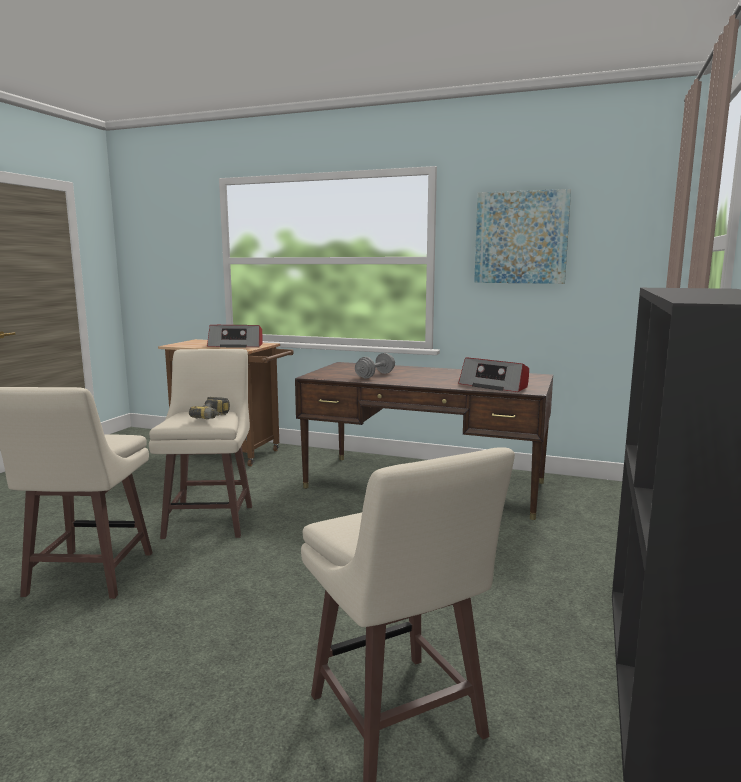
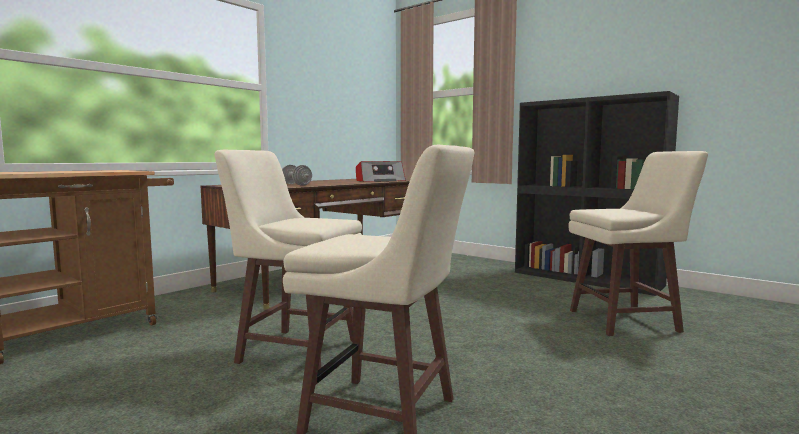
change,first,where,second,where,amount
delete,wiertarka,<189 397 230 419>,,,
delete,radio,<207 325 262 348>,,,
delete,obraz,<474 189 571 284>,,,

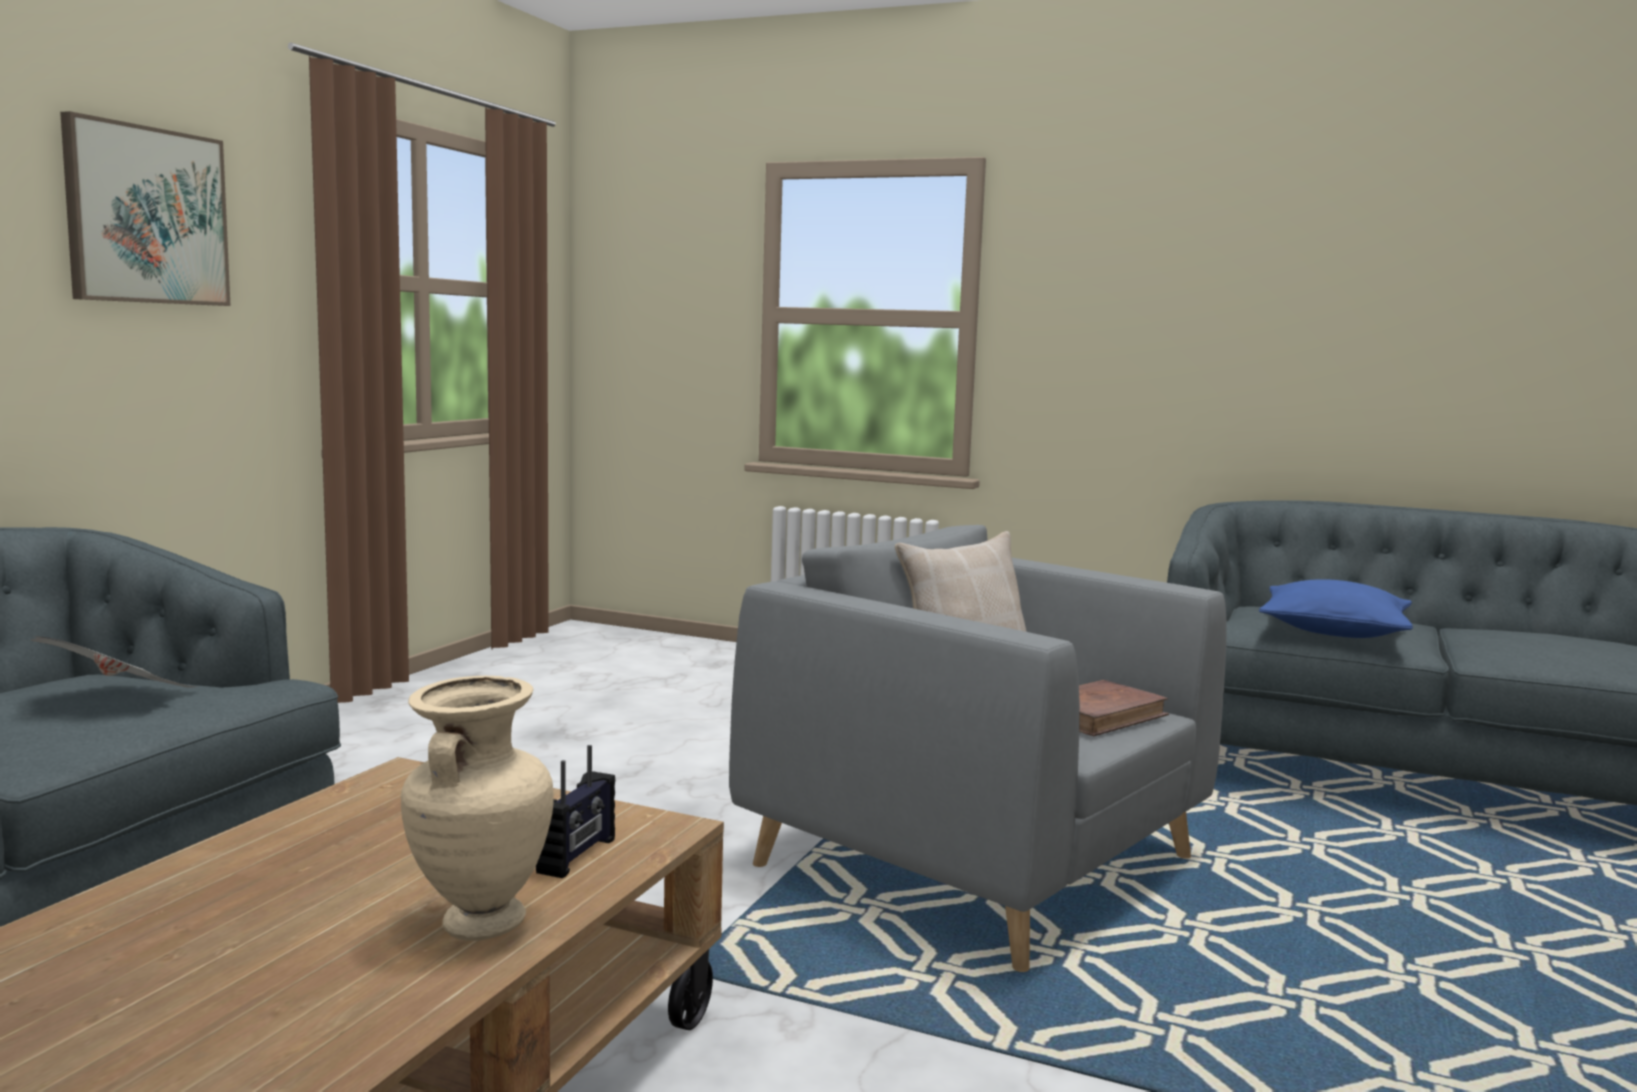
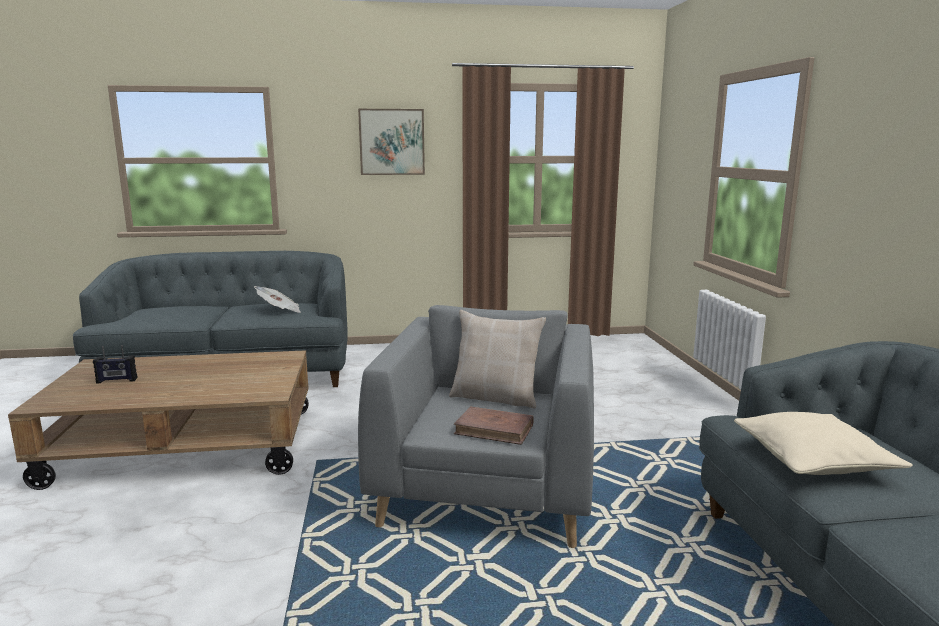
change,first,where,second,where,amount
delete,wazon [beżowy],<401 676 554 941>,,,
move,radio,<536 745 615 878>,,<93 345 137 384>,
recolor,poduszka [niebieski],<1259 579 1413 638>,poduszka [beżowy],<734 412 913 475>,

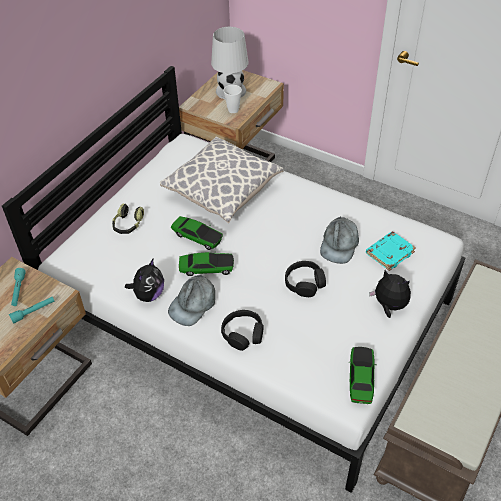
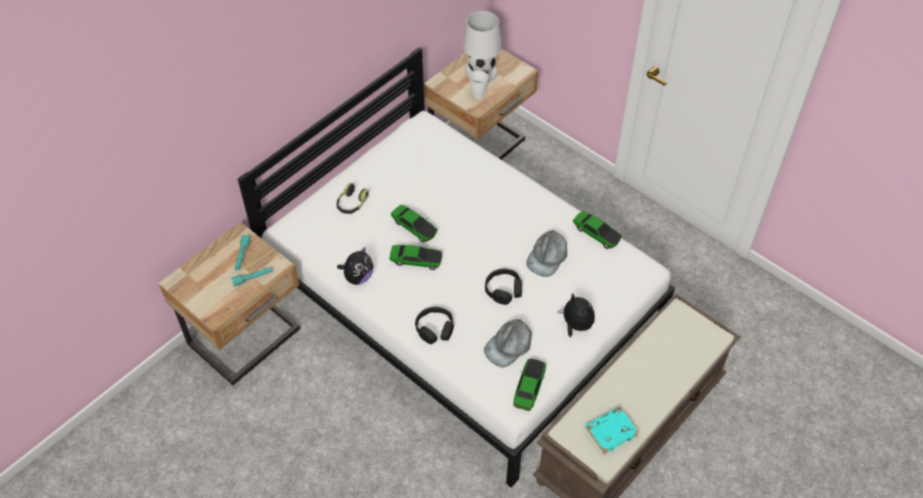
change,first,where,second,where,amount
delete,poduszka,<160 137 284 223>,,,
move,czapka z daszkiem [szary],<168 275 215 326>,,<484 319 532 368>,
move,książka [turkusowy],<366 231 416 271>,,<585 407 639 454>,
insert,,,samochodzik,<573 211 622 249>,

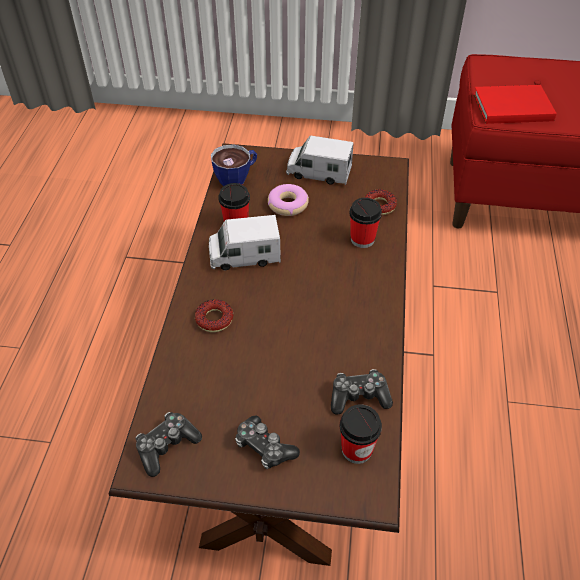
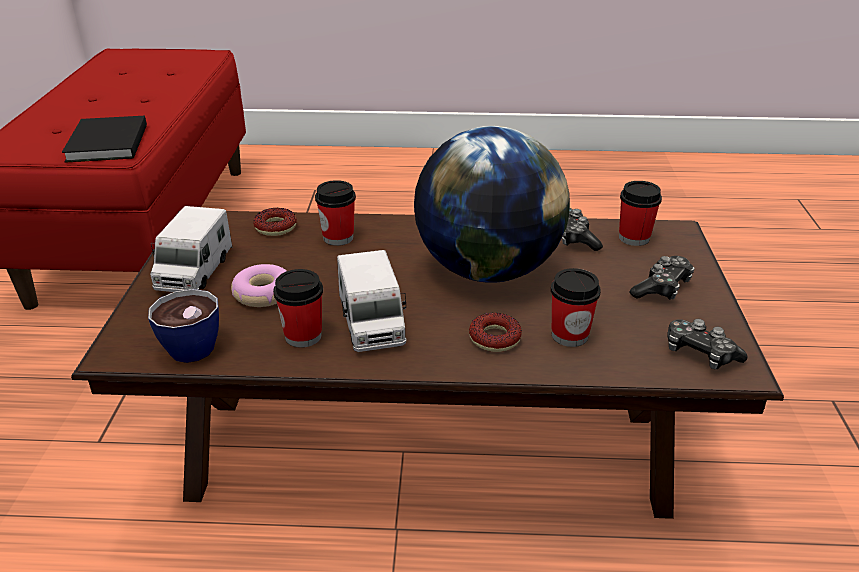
change,first,where,second,where,amount
recolor,książka [czerwony],<473 85 557 124>,książka [czarny],<62 116 147 163>,
insert,,,globus,<414 126 570 283>,
insert,,,filiżanka,<551 268 601 347>,

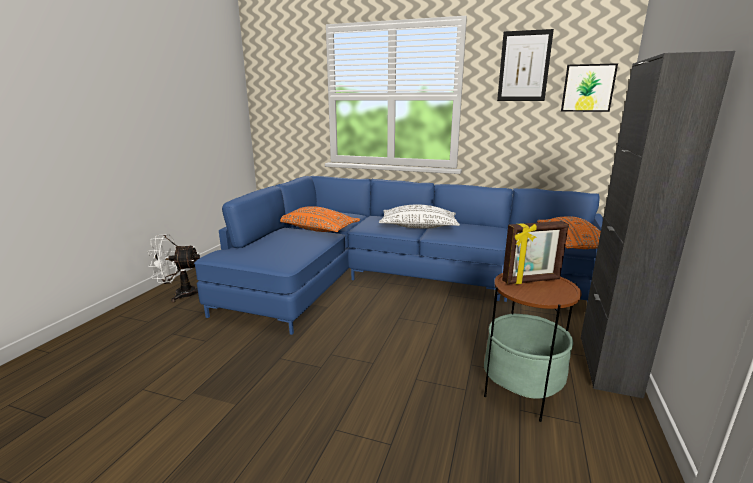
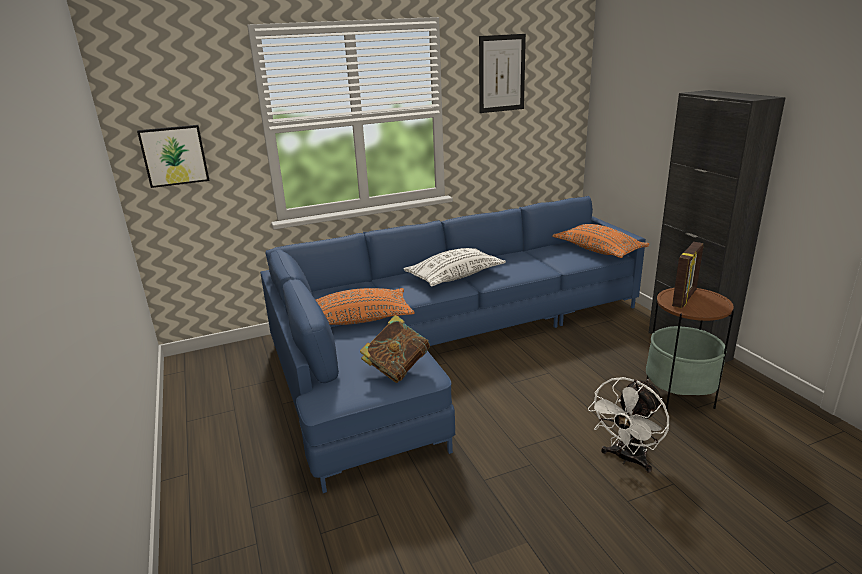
change,first,where,second,where,amount
move,wentylator [biały],<147 234 200 303>,,<588 377 669 473>,
move,obraz,<561 63 618 112>,,<137 125 210 188>,
insert,,,książka,<360 315 430 383>,

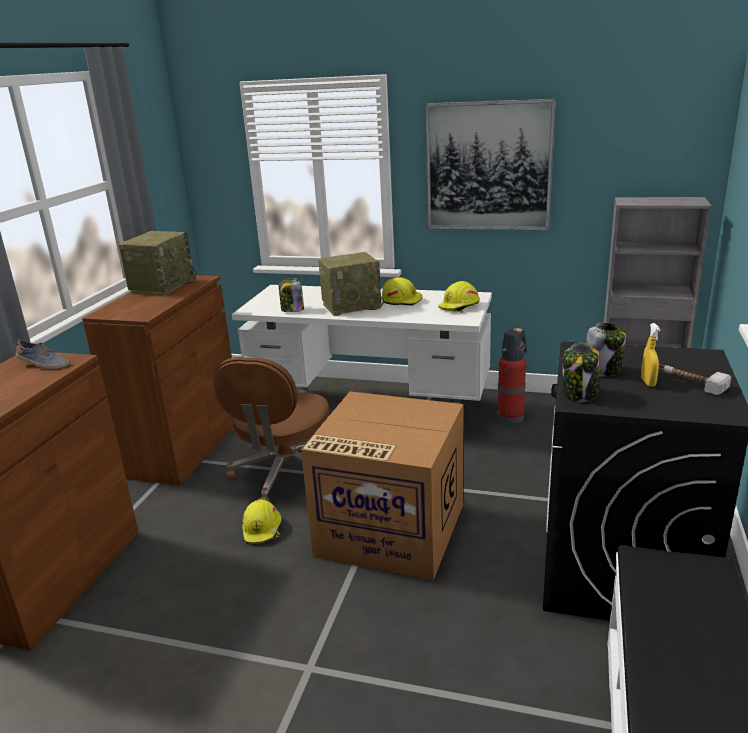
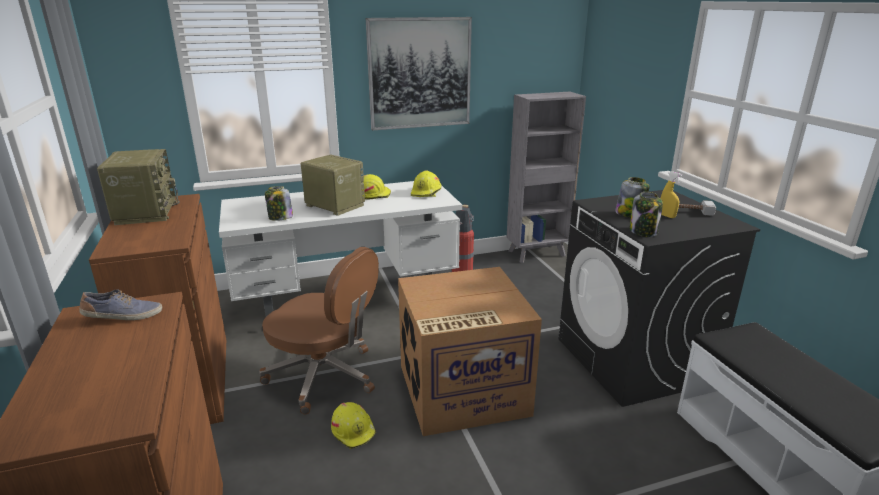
change,first,where,second,where,amount
rotate,krzesło biurowe [brązowy],<213 357 329 502>,,<259 247 379 414>,45 degrees counterclockwise
rotate,radio,<318 252 384 316>,,<301 154 365 216>,90 degrees counterclockwise

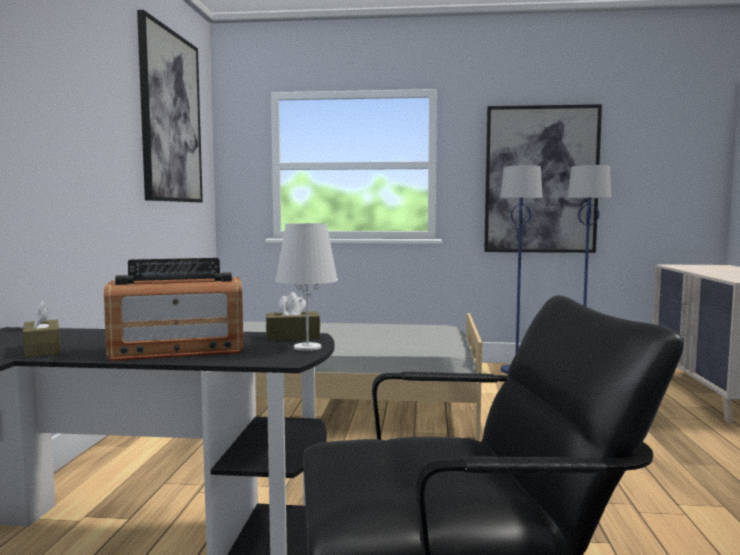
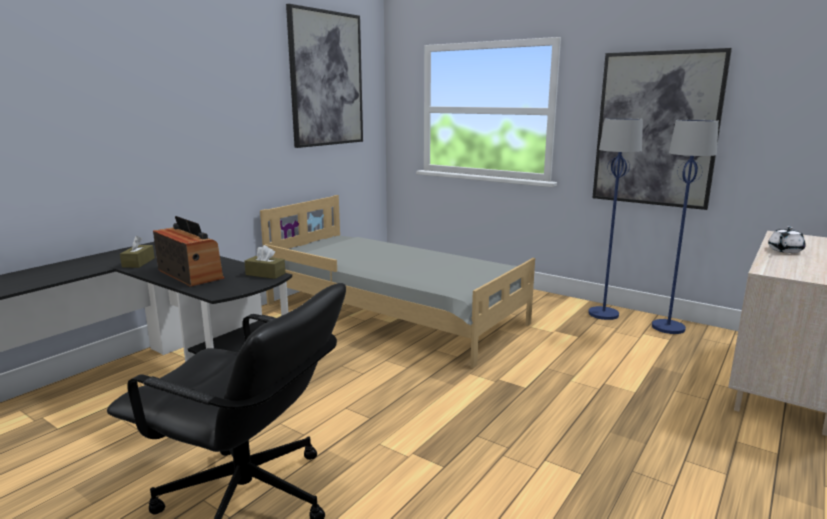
change,first,where,second,where,amount
rotate,radio,<104 258 244 361>,,<153 216 225 287>,150 degrees counterclockwise
delete,lampa stołowa [biały],<275 223 338 351>,,,
insert,,,imbryk [biały],<768 227 806 253>,

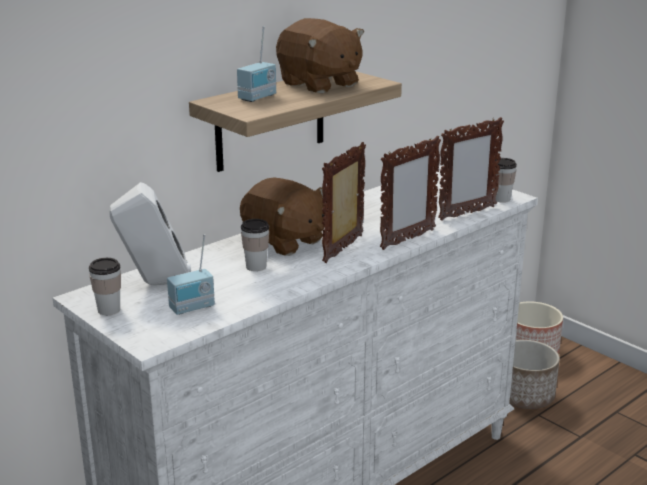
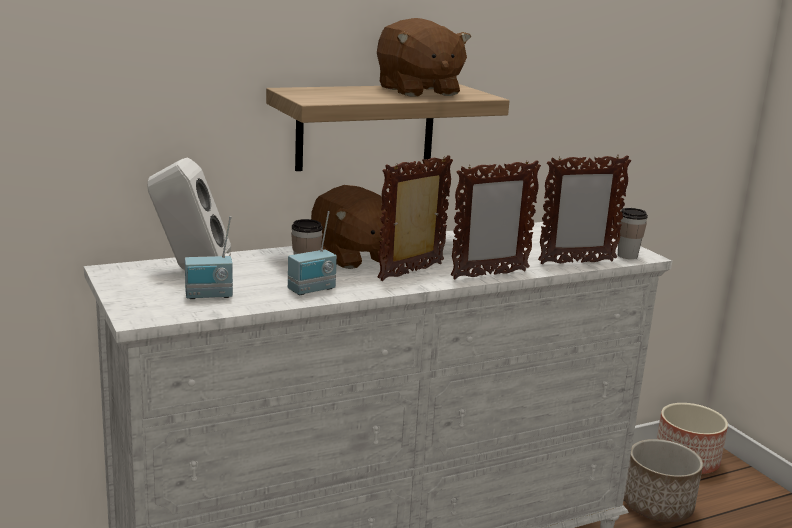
change,first,where,second,where,amount
delete,filiżanka,<89 258 121 315>,,,
move,radio,<237 27 276 102>,,<288 211 337 295>,

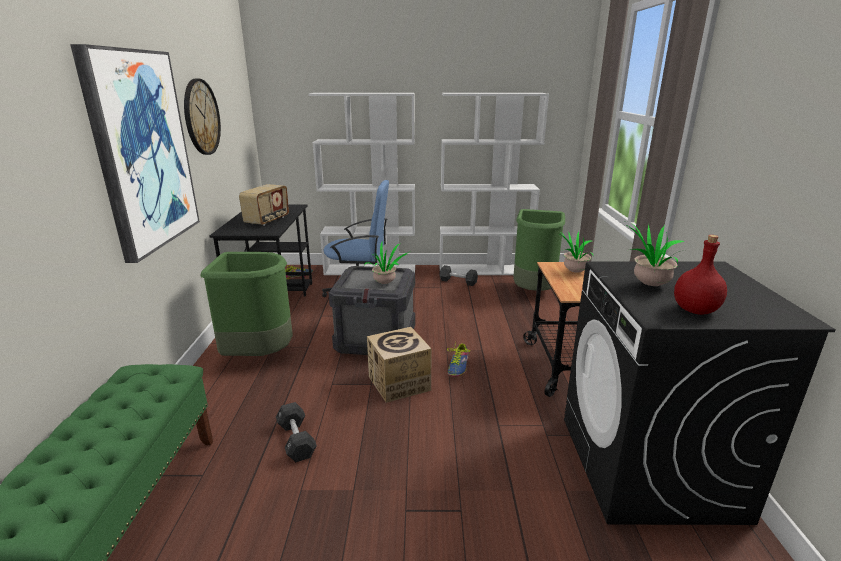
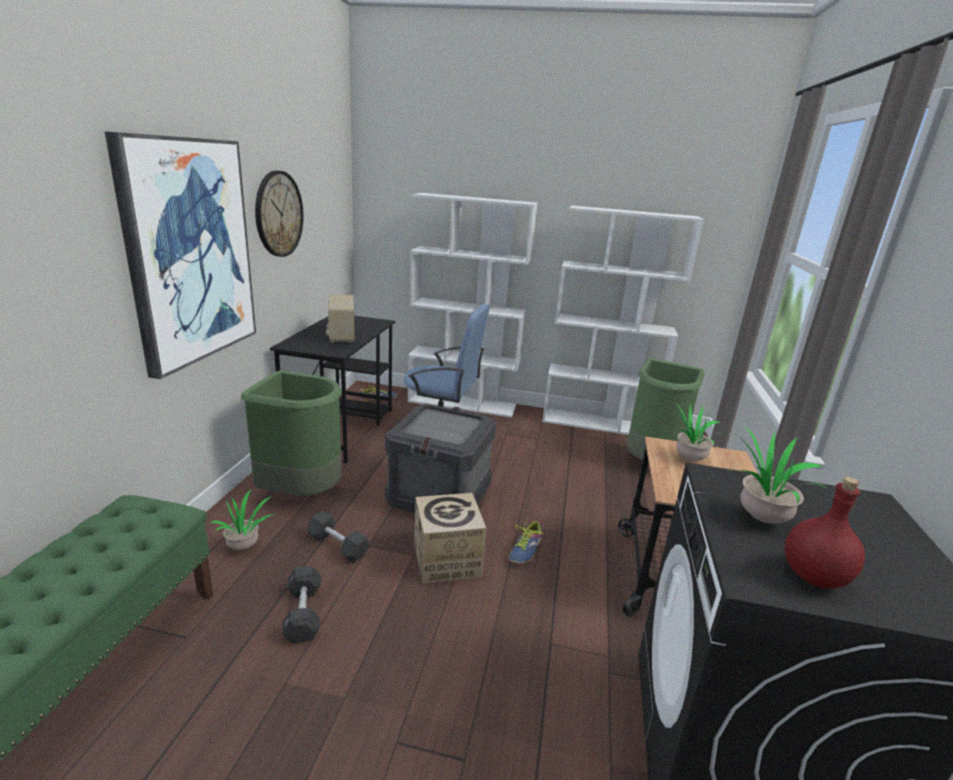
change,first,where,second,where,amount
rotate,radio,<239 184 289 226>,,<326 295 355 343>,135 degrees clockwise
move,roślina doniczkowa,<364 241 409 284>,,<211 490 274 550>,
move,hantel [czarny],<439 265 478 286>,,<307 511 370 563>,

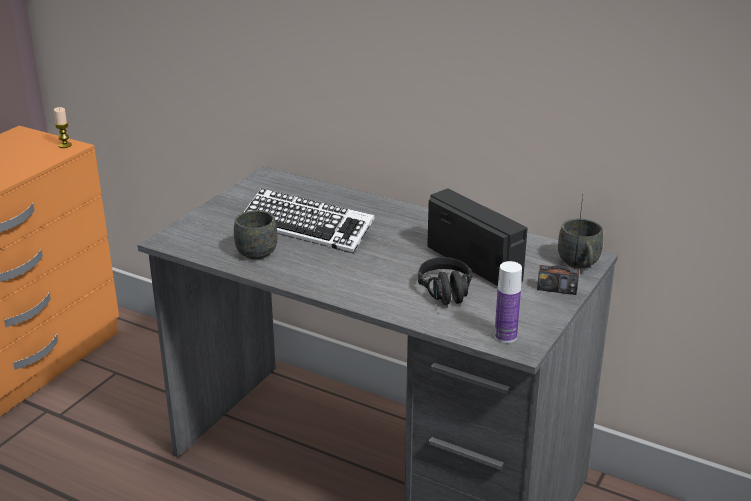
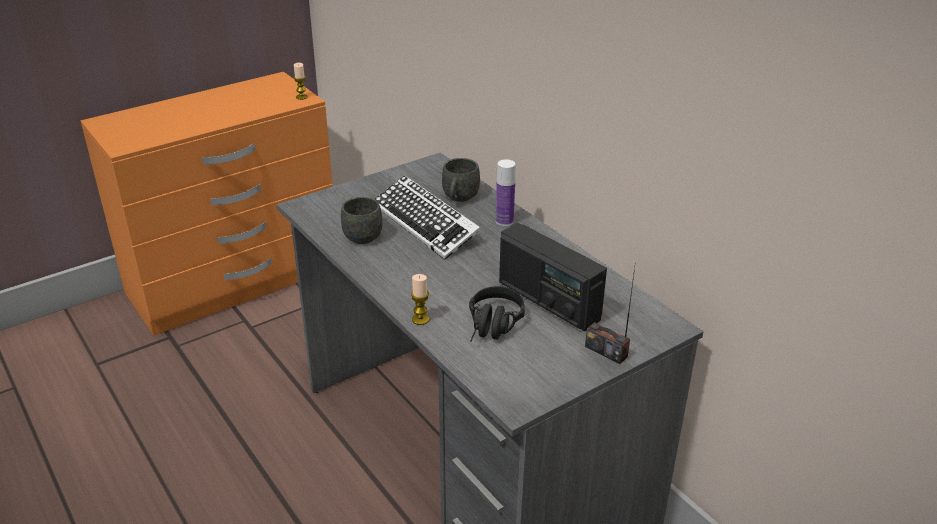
change,first,where,second,where,amount
rotate,radio,<427 189 528 286>,,<499 223 607 331>,150 degrees clockwise
move,butelka,<494 261 522 343>,,<496 159 515 226>,
move,kubek [szary],<558 218 603 269>,,<442 158 480 202>,
insert,,,świeca,<411 274 430 325>,

